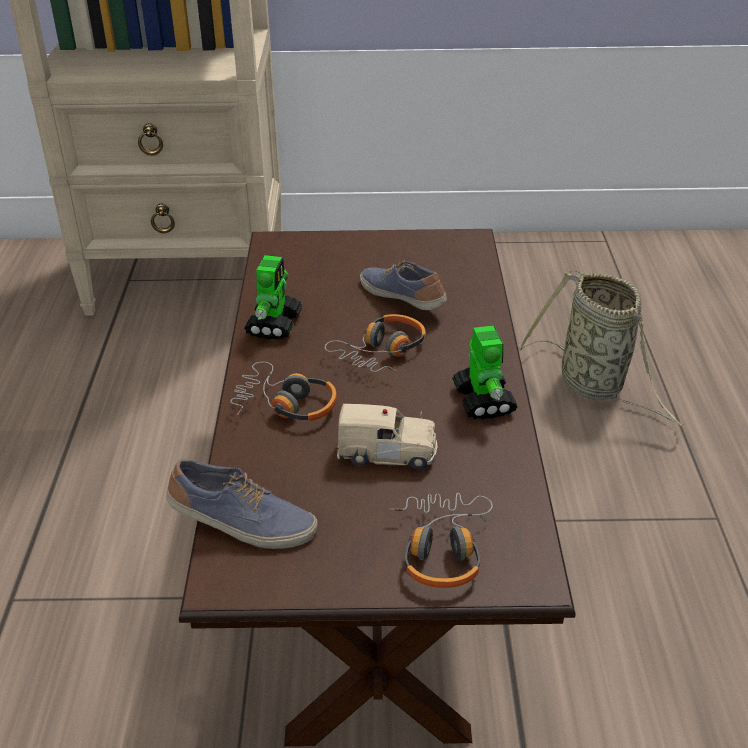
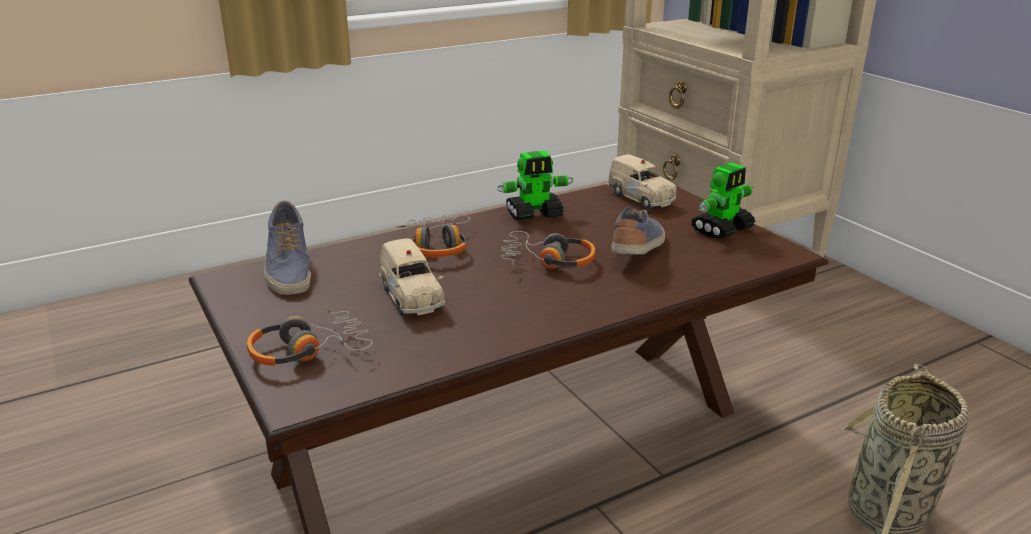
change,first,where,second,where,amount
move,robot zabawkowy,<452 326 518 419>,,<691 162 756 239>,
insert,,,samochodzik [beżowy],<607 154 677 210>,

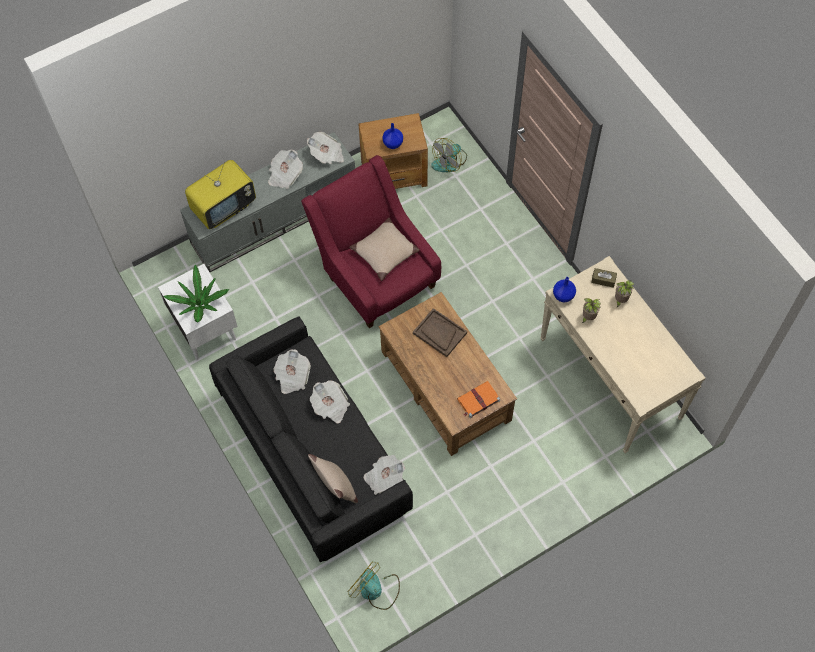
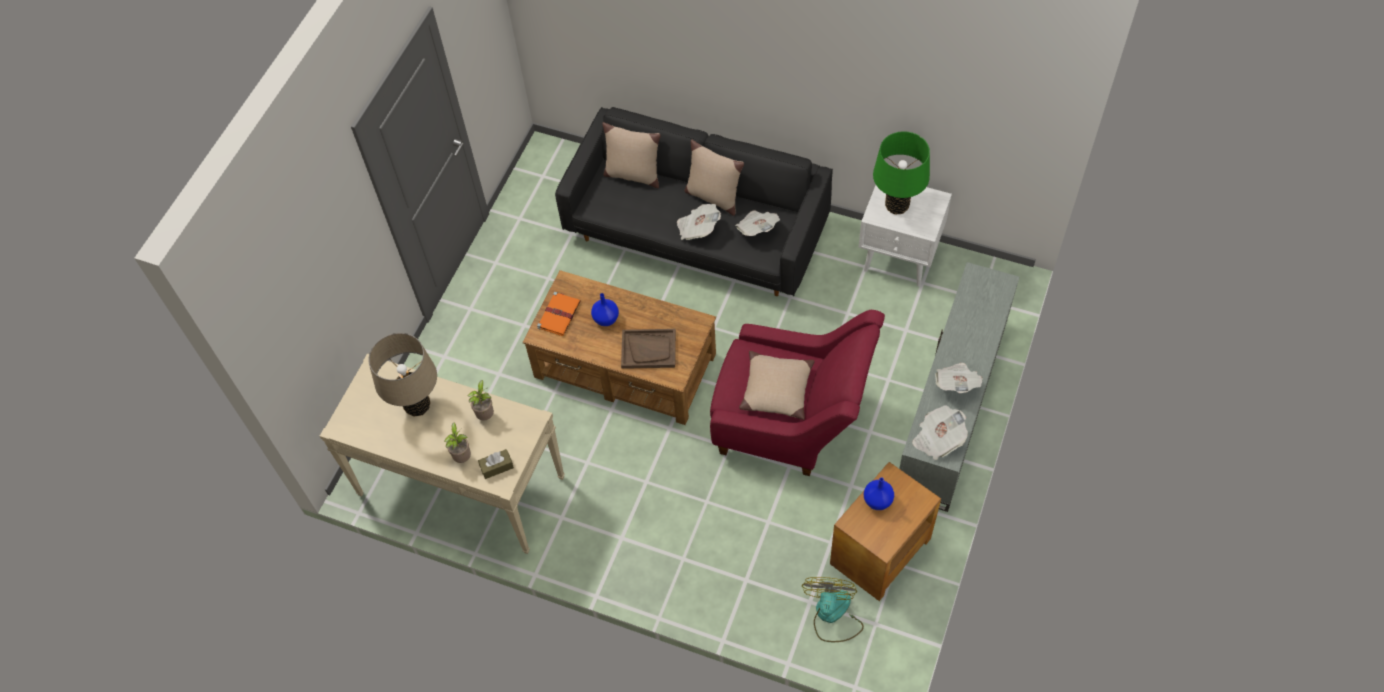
change,first,where,second,where,amount
replace,roślina doniczkowa,<164 265 229 323>,lampa stołowa [zielony],<873 131 930 215>,
delete,telewizor,<185 160 256 229>,,,
delete,wentylator,<348 561 400 610>,,,
delete,gazeta,<364 455 405 495>,,,
move,wazon [niebieski],<553 277 576 302>,,<591 293 619 326>,
insert,,,lampa stołowa [beżowy],<368 333 437 416>,
insert,,,poduszka [beżowy],<684 139 744 216>,

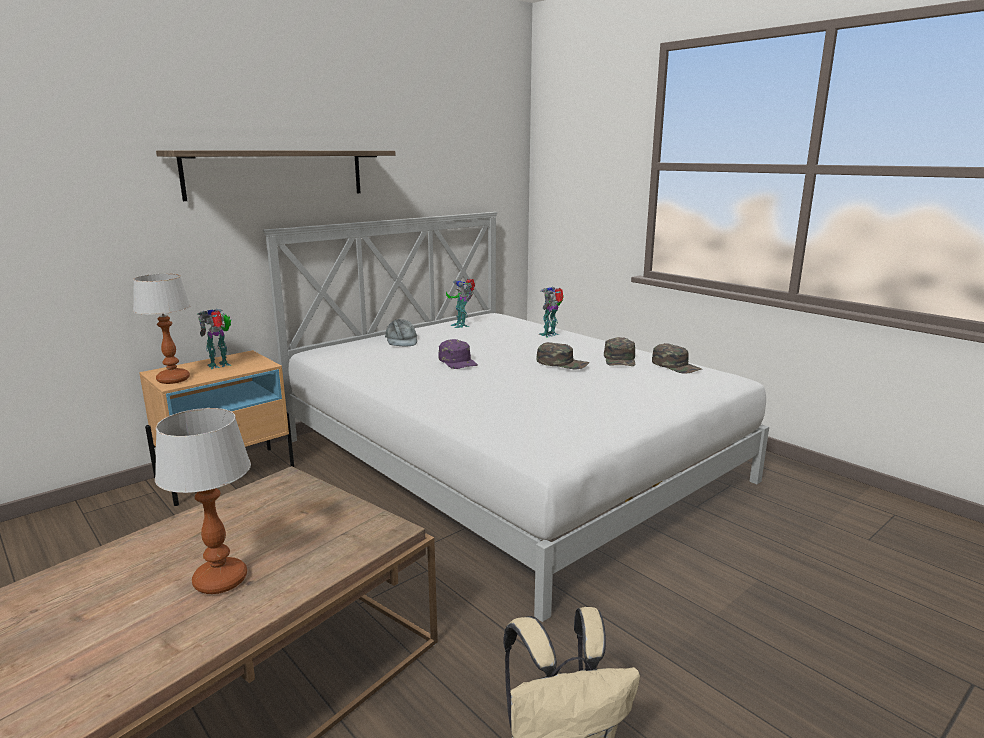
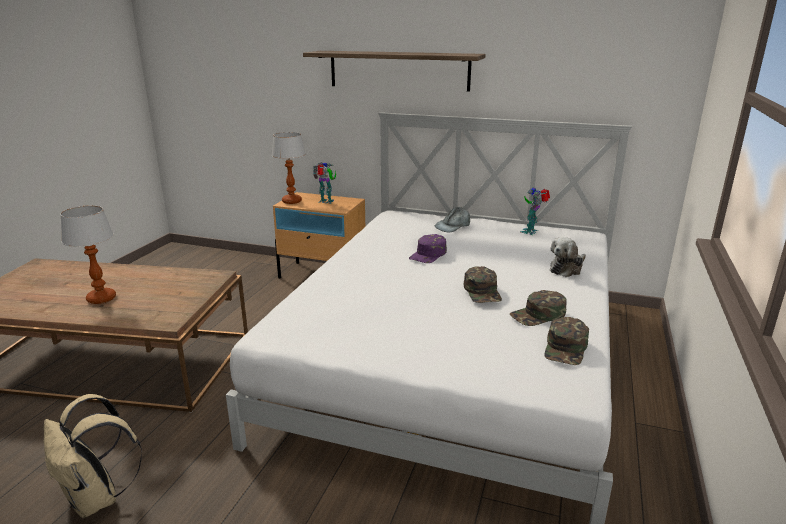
change,first,where,second,where,amount
replace,robot zabawkowy,<539 287 564 337>,pluszak,<550 237 586 277>,

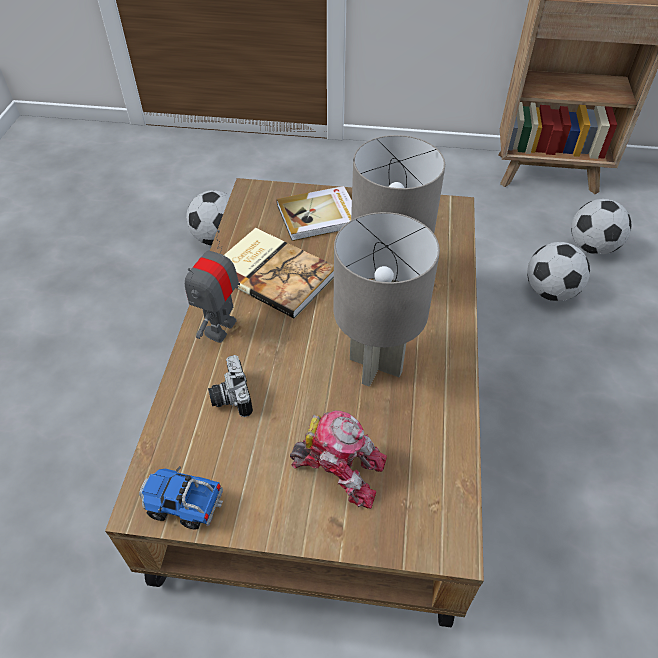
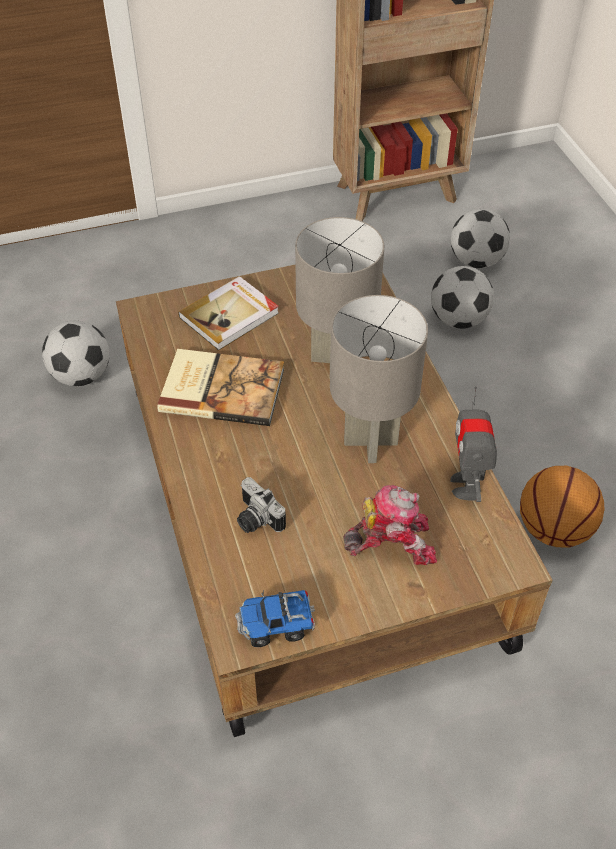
change,first,where,second,where,amount
move,robot zabawkowy,<185 230 240 343>,,<450 386 497 502>,
insert,,,piłka do koszykówki,<520 466 605 548>,

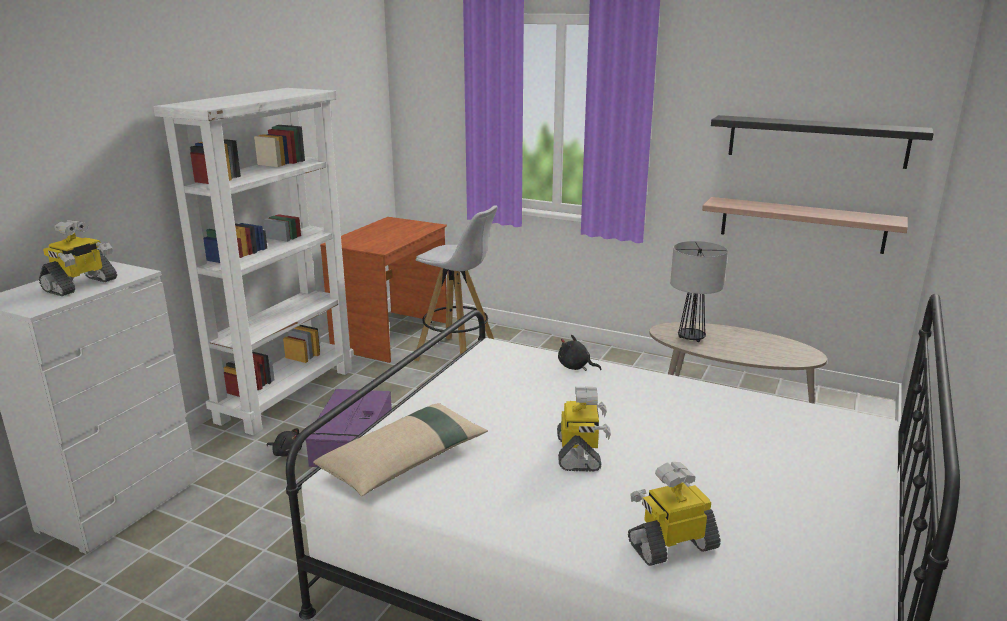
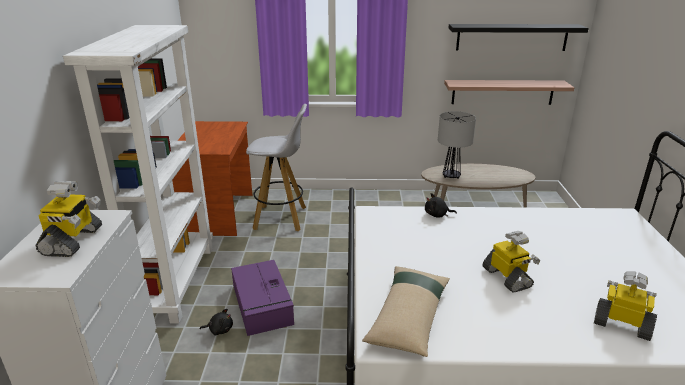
change,first,where,second,where,amount
rotate,robot zabawkowy,<628 462 721 566>,,<594 271 657 341>,75 degrees clockwise

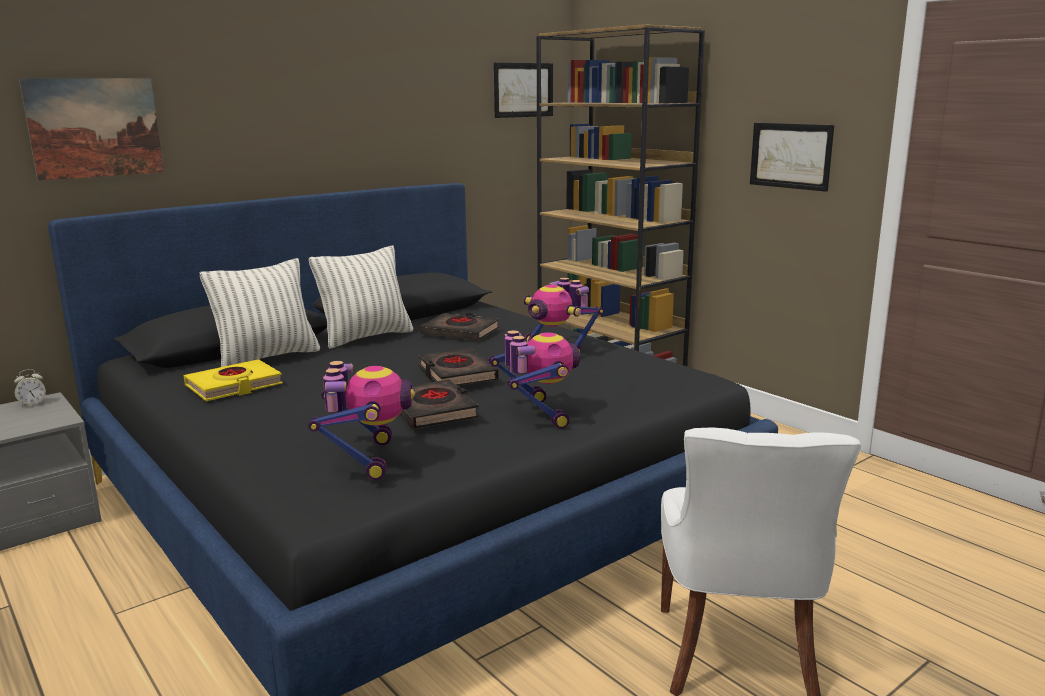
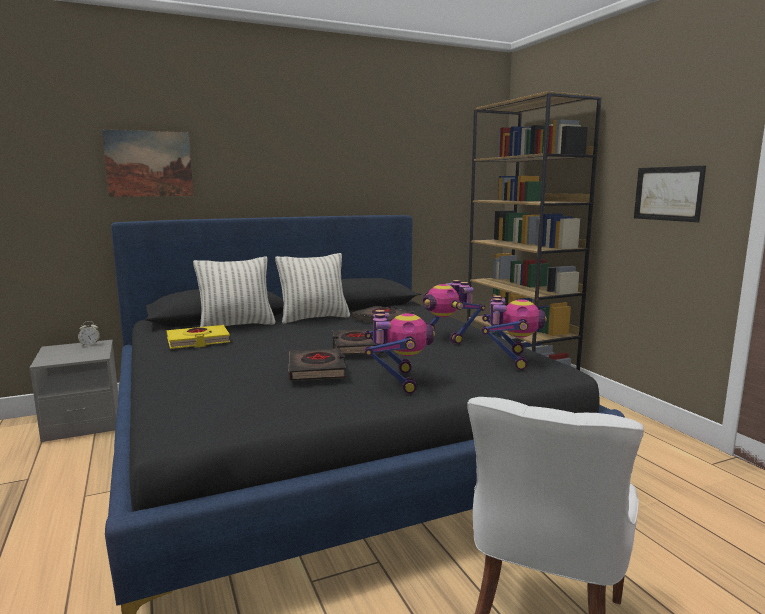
change,first,where,second,where,amount
move,robot zabawkowy,<308 361 415 480>,,<482 295 547 370>,
delete,obraz,<494 63 553 118>,,,

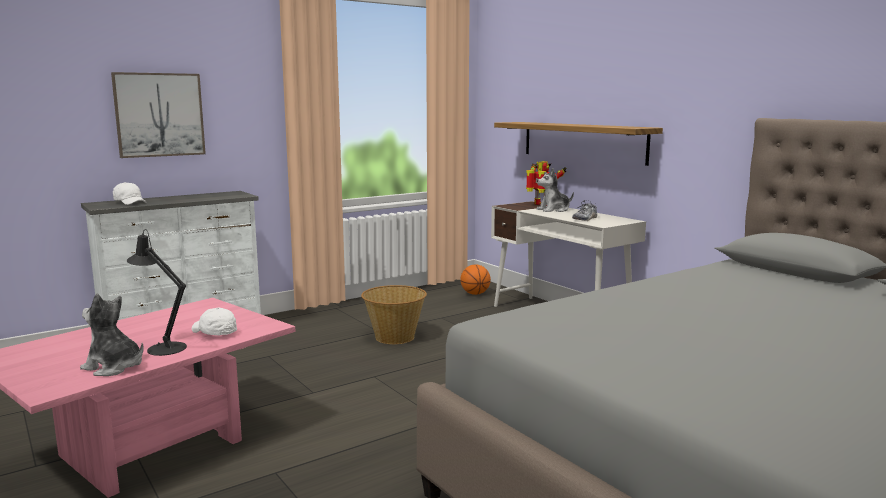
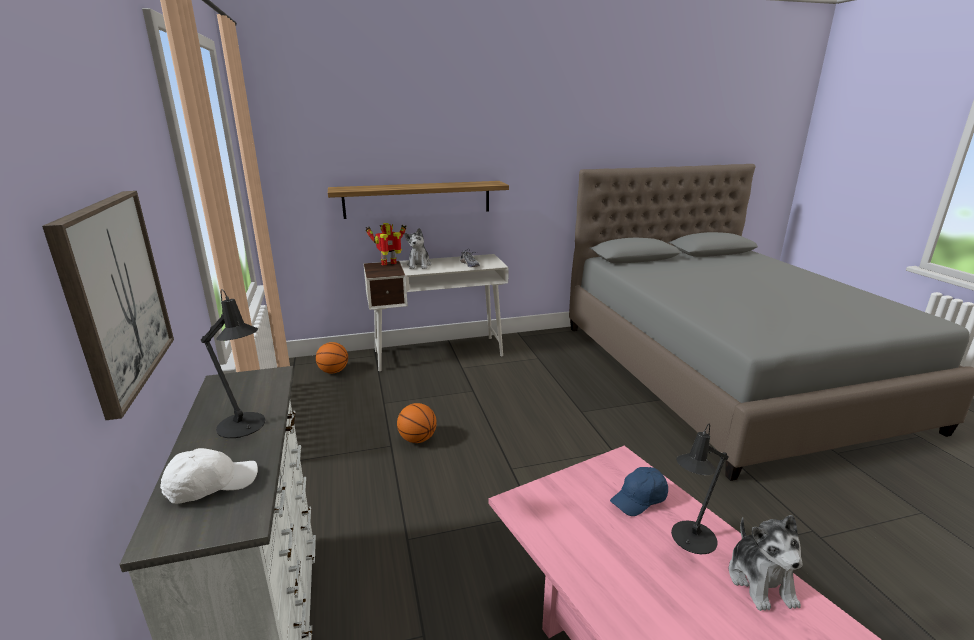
change,first,where,second,where,amount
rotate,pluszak,<80 293 144 376>,,<729 515 803 611>,45 degrees counterclockwise
recolor,czapka z daszkiem [biały],<192 307 237 335>,czapka z daszkiem [niebieski],<610 467 668 516>,
replace,koszyk,<361 285 427 344>,piłka do koszykówki,<397 403 437 443>,
insert,,,lampa stołowa [czarny],<201 289 265 438>,

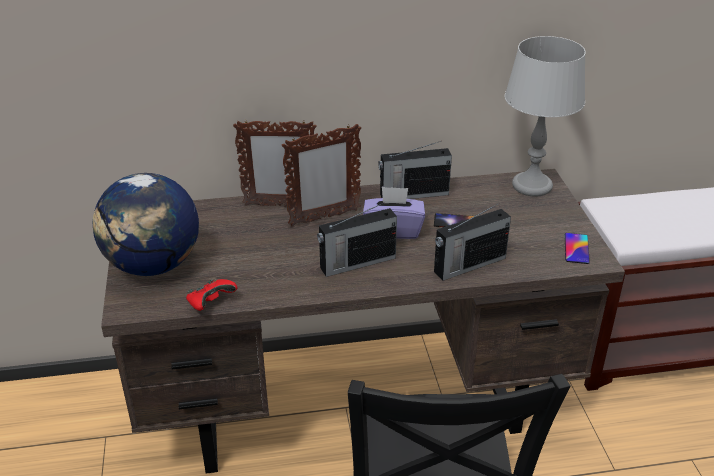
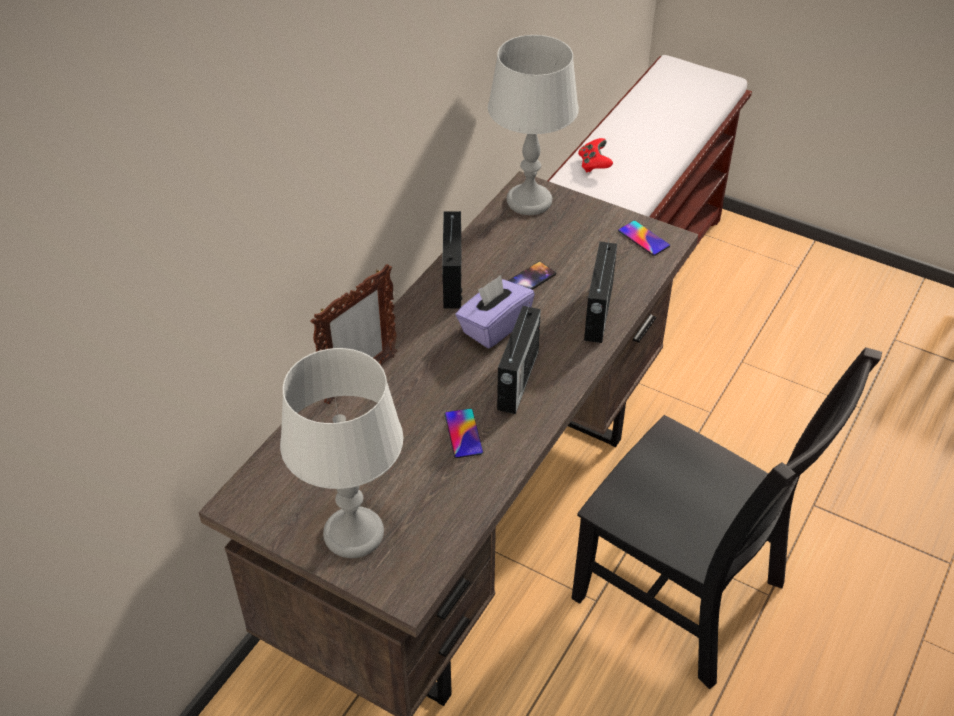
change,first,where,second,where,amount
replace,globus,<93 173 199 276>,lampa stołowa [szary],<280 348 403 558>,
move,pad do gier [czerwony],<186 279 237 311>,,<578 138 613 173>,
delete,ramka na zdjęcie,<281 124 361 226>,,,
rotate,radio,<378 141 452 199>,,<442 211 462 309>,150 degrees clockwise
insert,,,telefon,<445 409 483 458>,

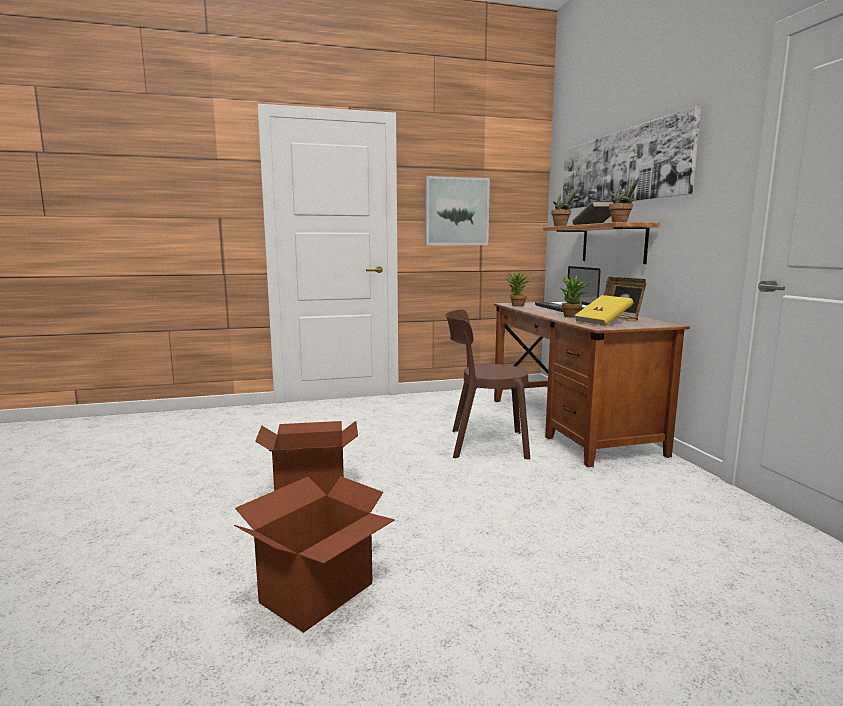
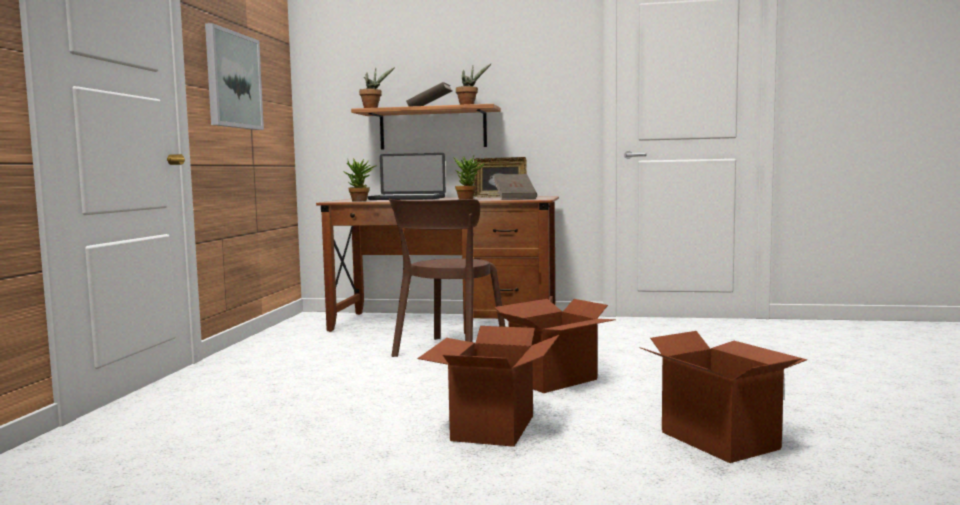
change,first,where,second,where,amount
delete,obraz,<562 106 701 209>,,,
recolor,książka [żółty],<574 295 633 326>,książka [brązowy],<494 174 537 199>,
insert,,,karton,<494 299 616 393>,

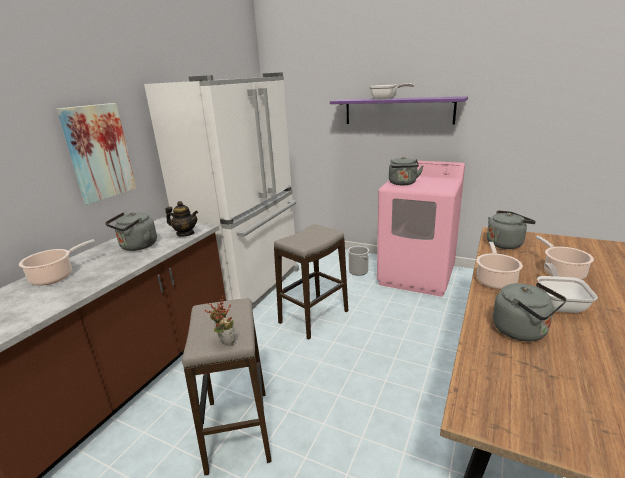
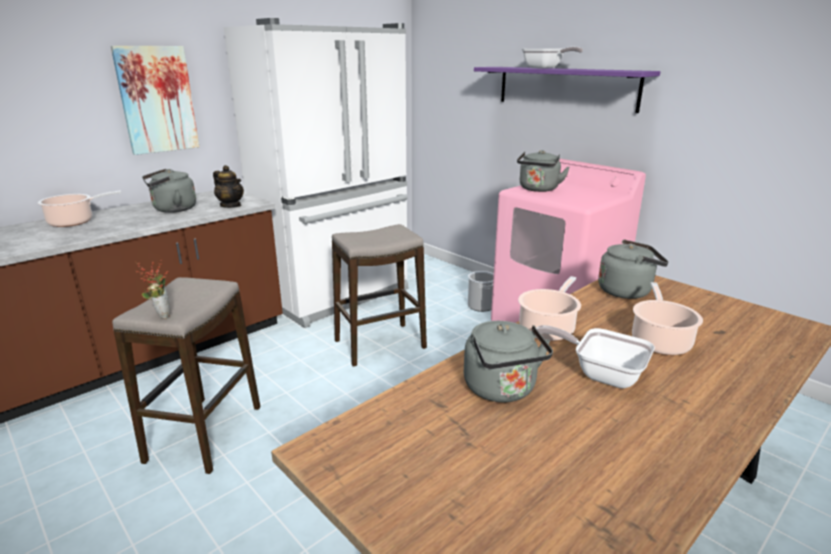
change,first,where,second,where,amount
rotate,patelnia,<537 263 598 313>,,<536 325 655 388>,90 degrees counterclockwise

